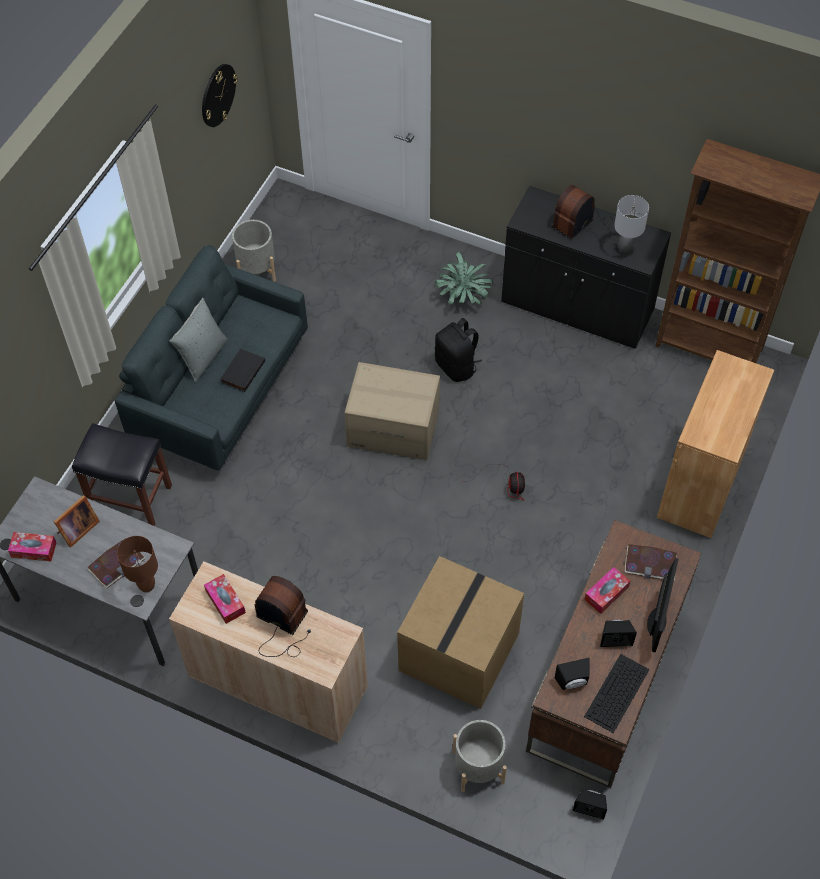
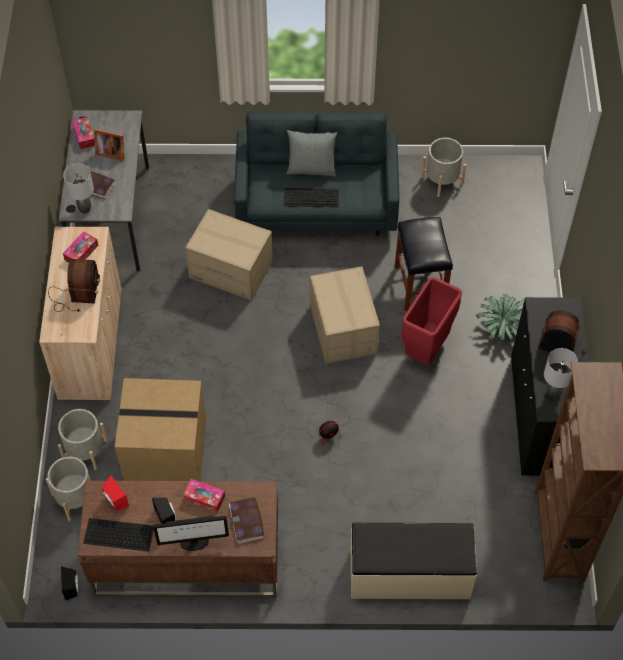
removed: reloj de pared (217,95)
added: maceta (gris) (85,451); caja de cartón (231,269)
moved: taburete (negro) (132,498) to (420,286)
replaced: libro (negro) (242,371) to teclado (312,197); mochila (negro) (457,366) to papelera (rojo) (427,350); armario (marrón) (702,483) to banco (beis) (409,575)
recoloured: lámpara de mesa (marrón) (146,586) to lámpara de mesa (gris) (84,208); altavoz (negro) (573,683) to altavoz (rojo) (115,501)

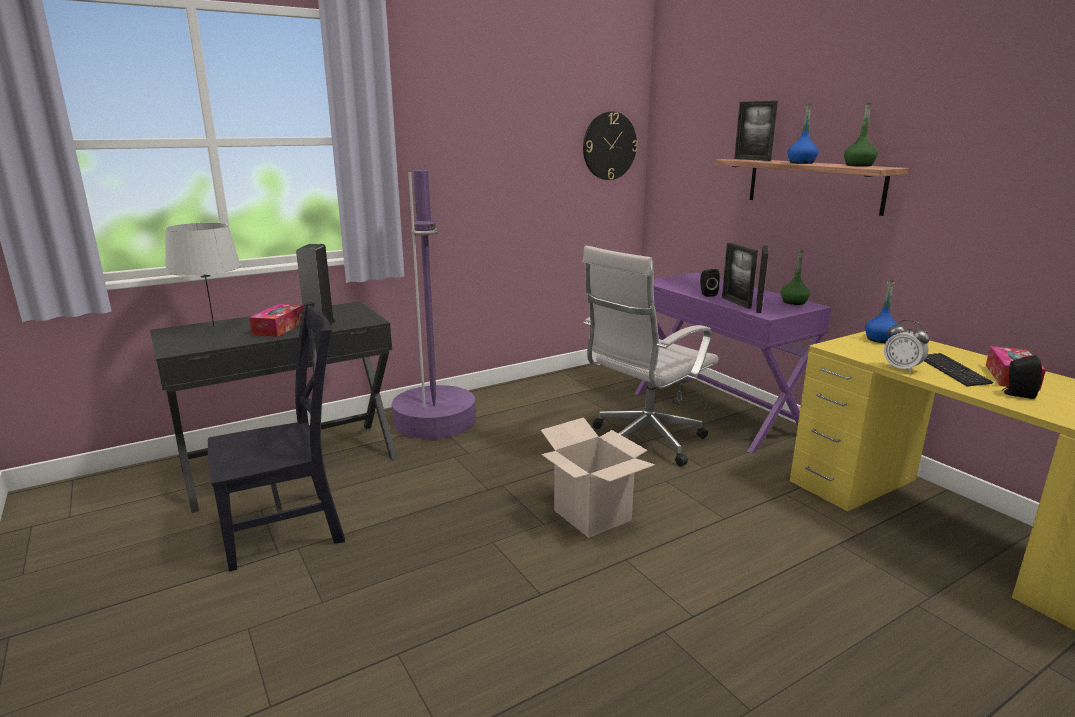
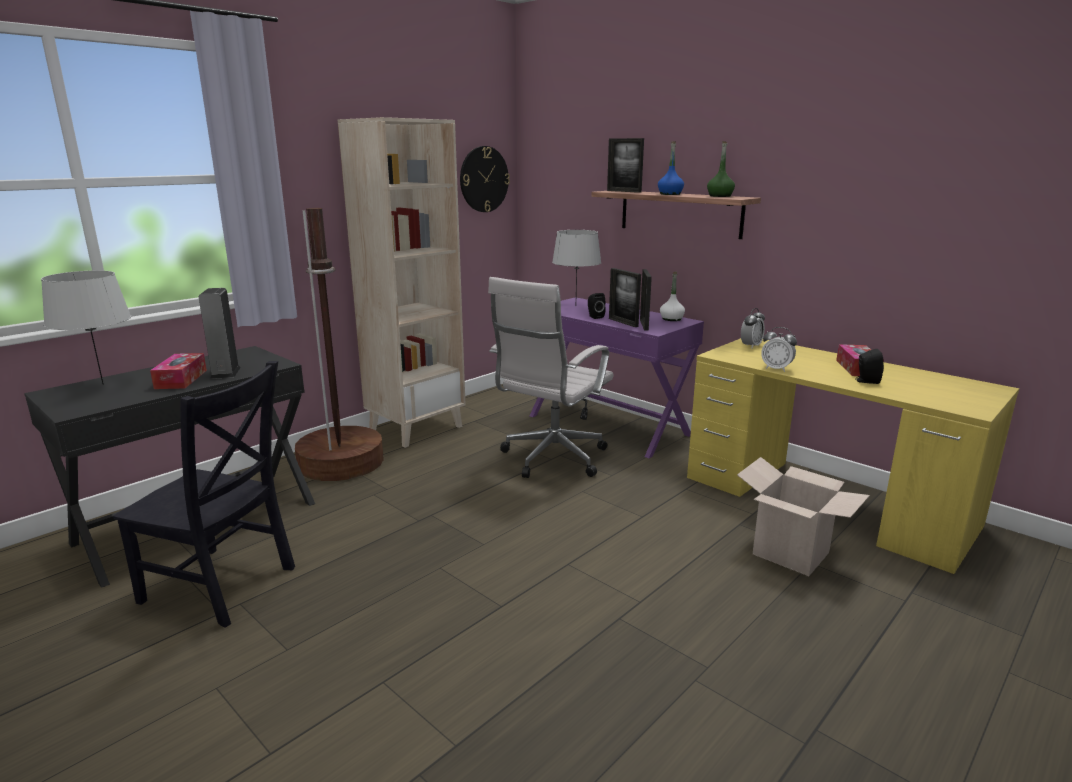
removed: teclado (952,371)
added: estantería (beis) (416,428); lámpara de mesa (gris) (575,306)
moved: caja de cartón (592,515) to (791,553)
replaced: botella (azul) (880,339) to despertador (751,346)
recoloured: lámpara de pie (morado) (435,421) to lámpara de pie (marrón) (341,462); botella (verde) (793,302) to botella (blanco) (671,319)
turned: silla (negro) (289,529) = (223,586) 60 degrees clockwise

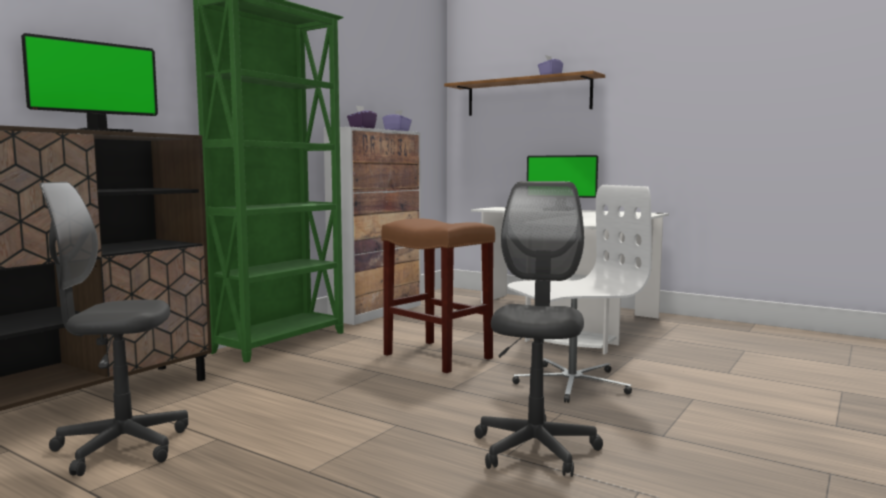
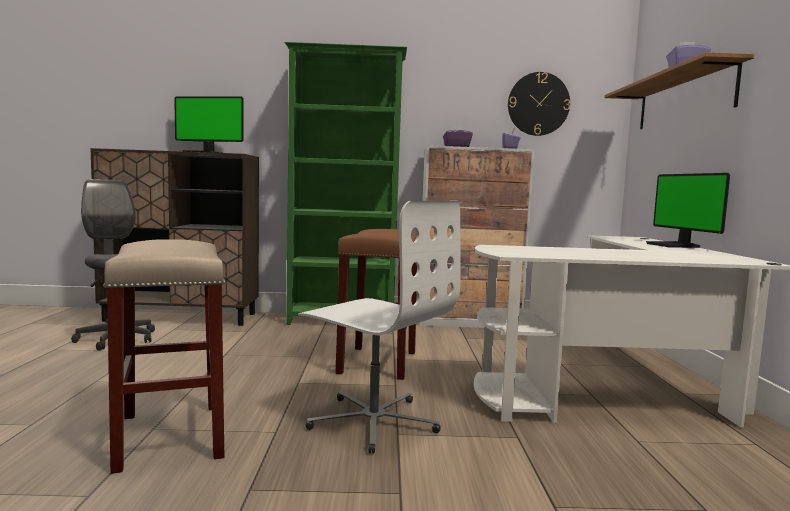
added: reloj de pared (538,104)
replaced: silla de oficina (gris) (535,449) to taburete (beis) (172,436)

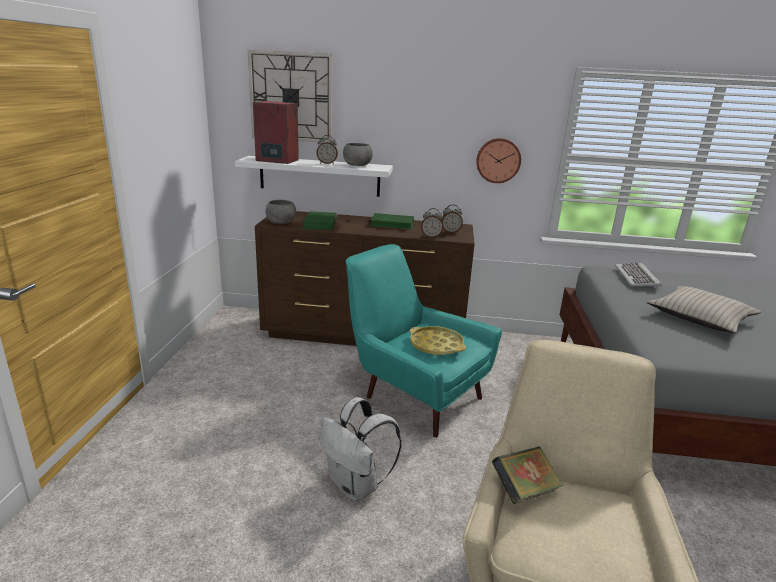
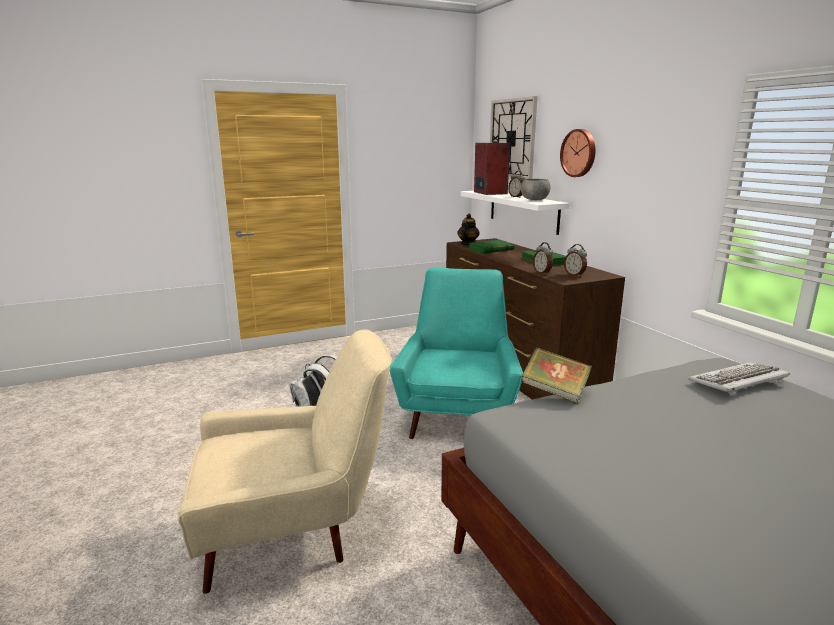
removed: bandeja (amarillo) (436,345); cojín (beis) (700,318)
moved: reloj de pared (498,160) to (579,153); libro (524,490) to (554,392)
replaced: cuenco (gris) (281,222) to tetera (467,244)

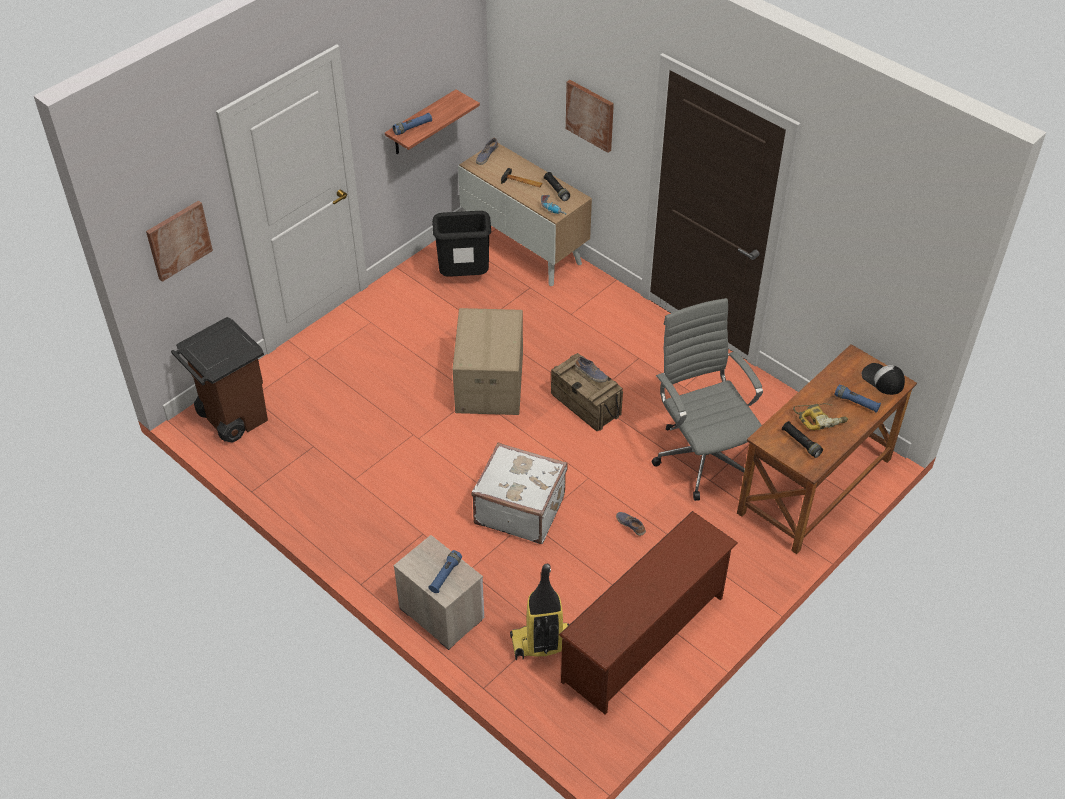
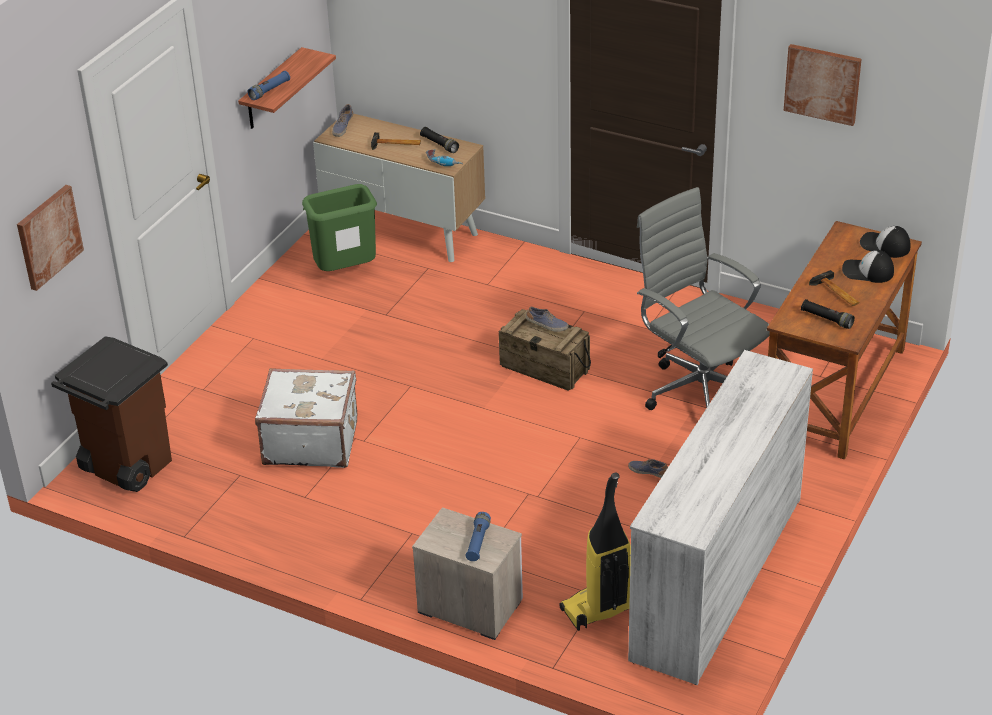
removed: caja de cartón (488,383)
moved: maleta (blanco) (520,508) to (310,441); cuadro (590,115) to (822,83)
replaced: zapatero (marrón) (645,640) to cómoda (blanco) (715,578); taladro (820,418) to martillo (836,293); linterna (azul) (856,403) to gorra (867,271)
recoloured: papelera (negro) (464,277) to papelera (verde) (346,272)

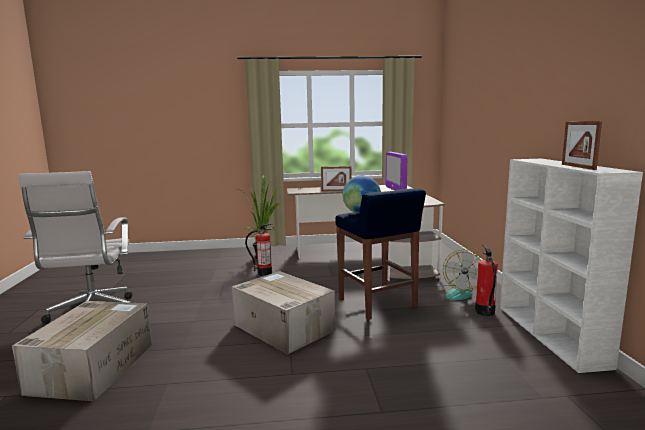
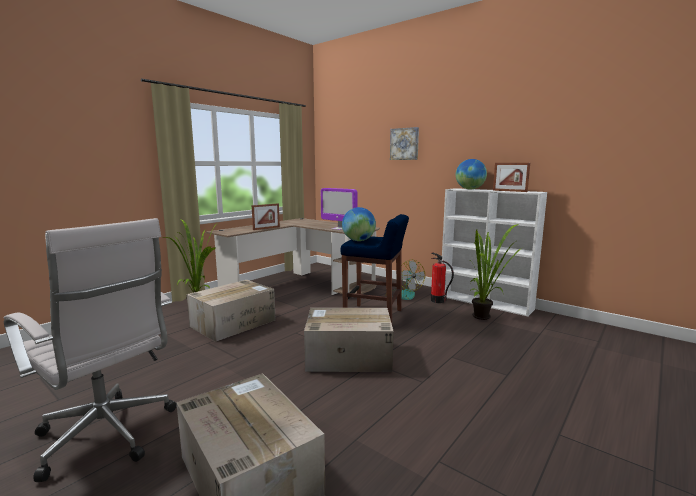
added: cuadro (404,144); globo terráqueo (469,189); planta en maceta (485,317)
replaced: extintor (264,273) to caja de cartón (234,323)

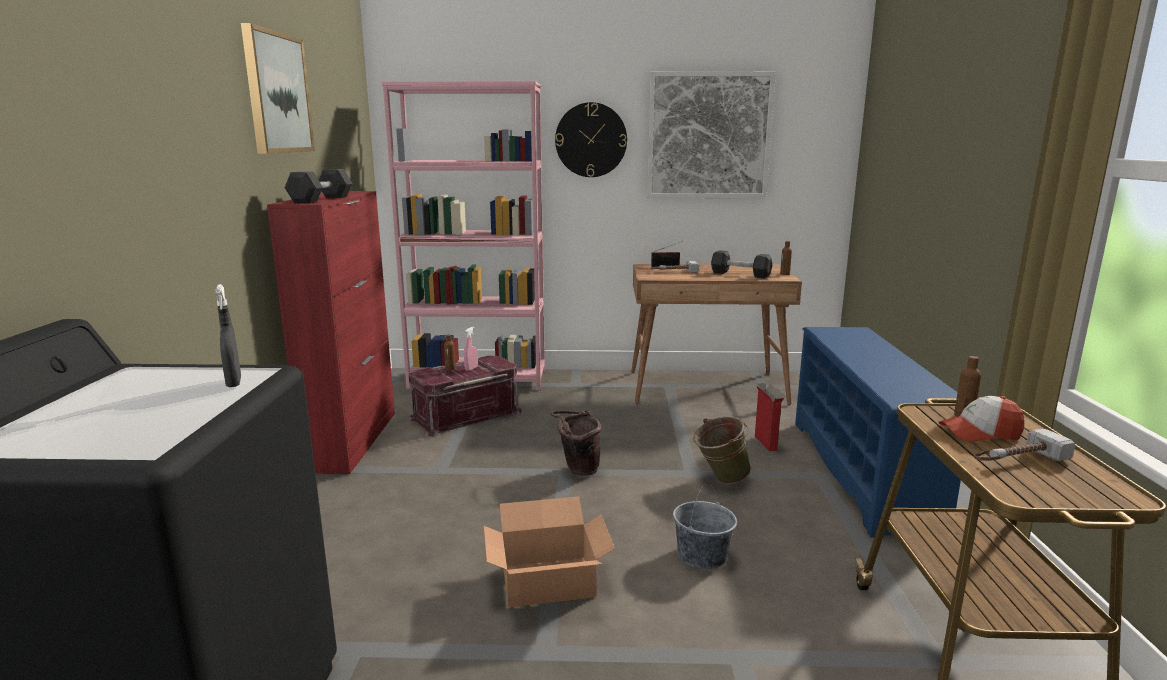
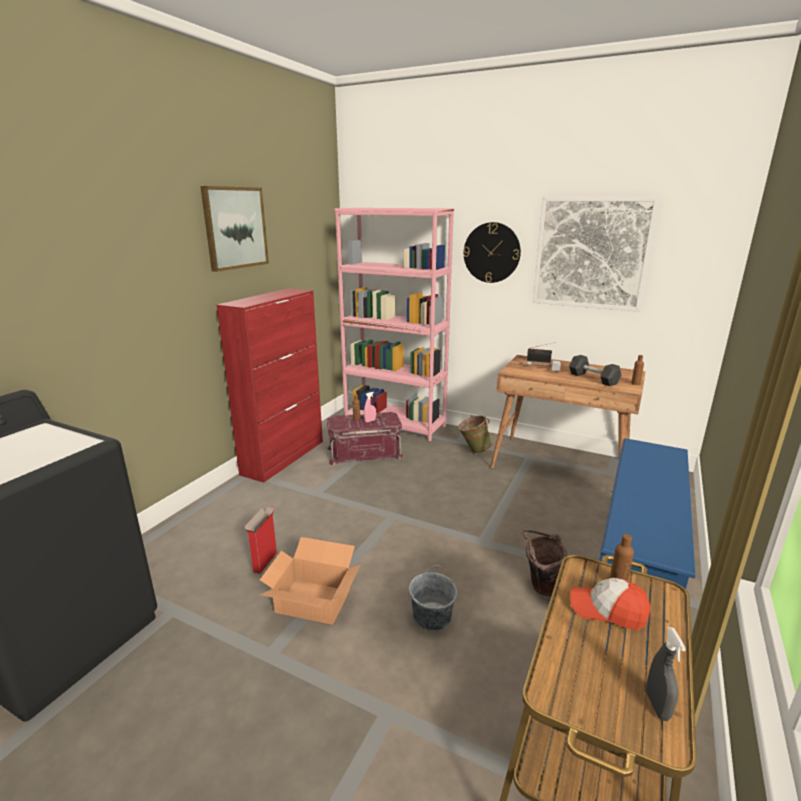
removed: mancuerna (negro) (321,199); martillo (1017,459)
moved: pulverizador (gris) (234,382) to (657,706); cubo (marrón) (577,470) to (540,586); cubo (verde) (720,480) to (473,450); caja de cartón (766,443) to (265,562)

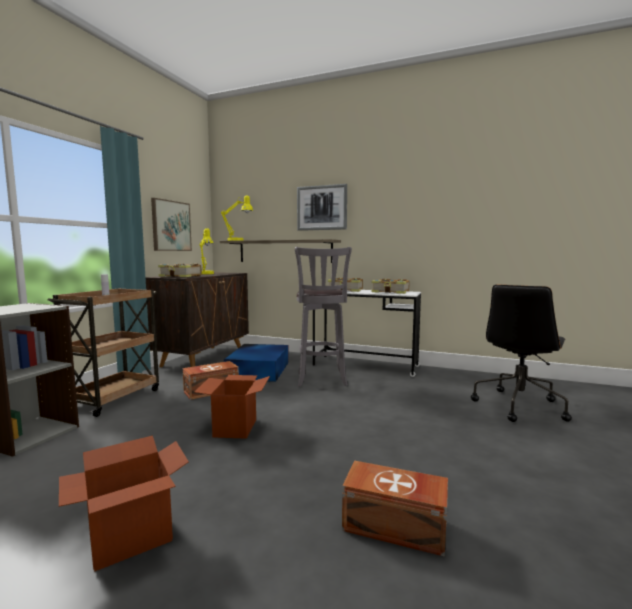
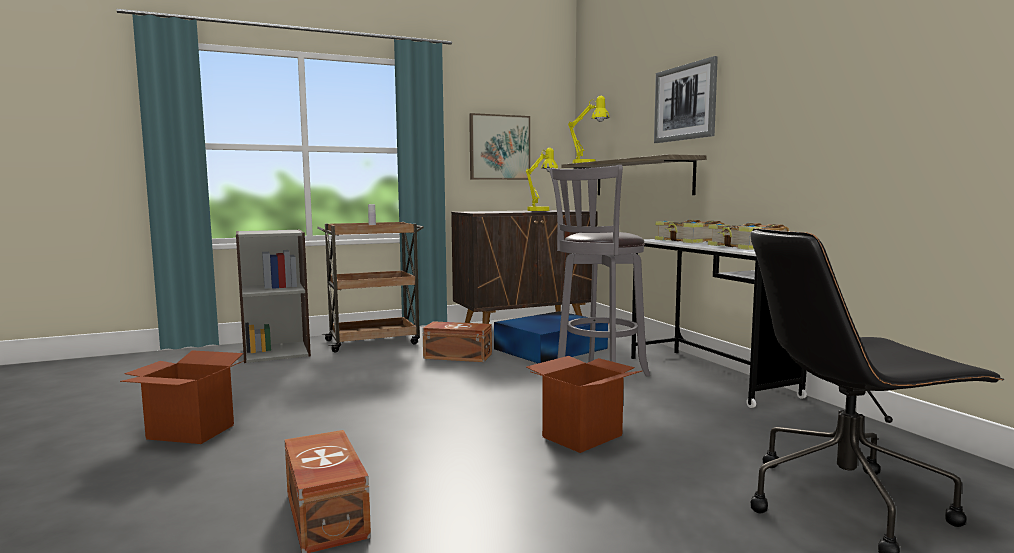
removed: libro (181,276)
moved: caja de cartón (235,428) to (582,436)

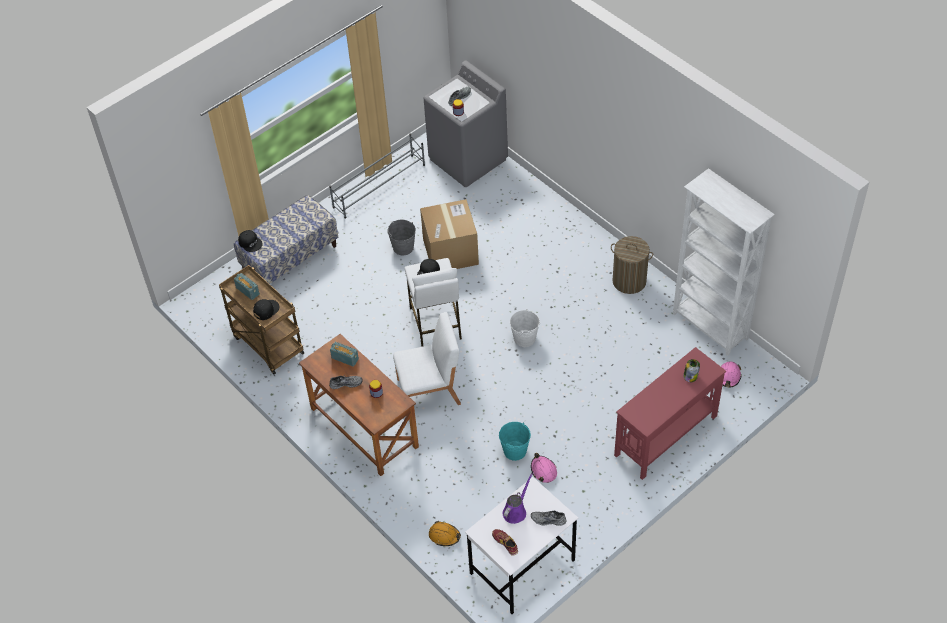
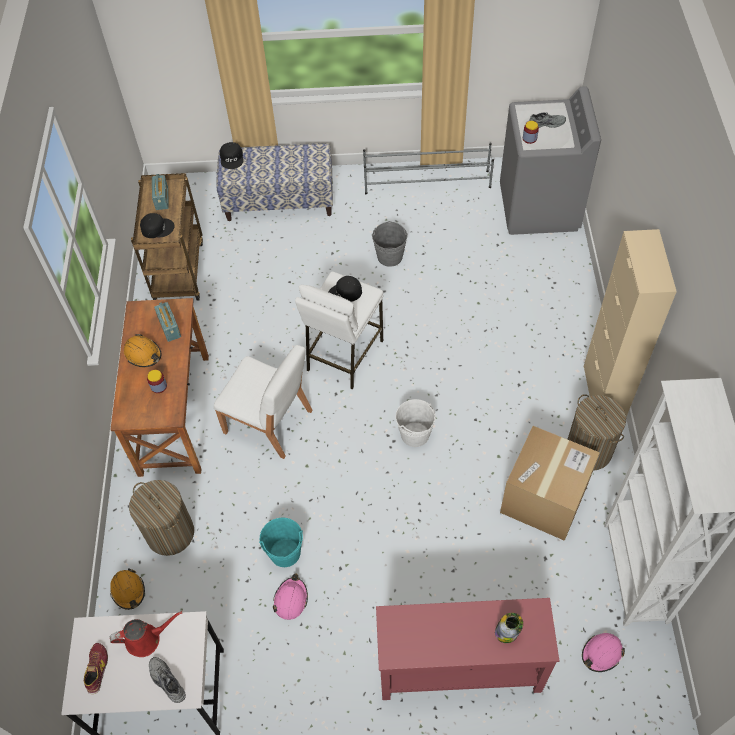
added: cesto de la ropa (170,533); armario (beis) (603,393)
moved: caja de cartón (450,251) to (544,498)
replaced: zapato (gris) (346,383) to casco (naranja) (143,354)
recoloured: regadera (morado) (516,511) to regadera (rojo) (146,639)

